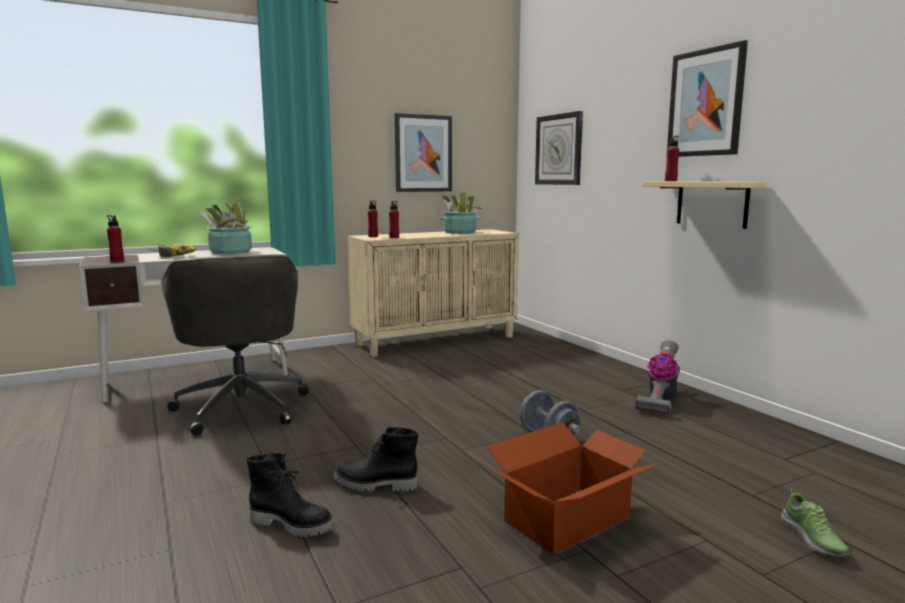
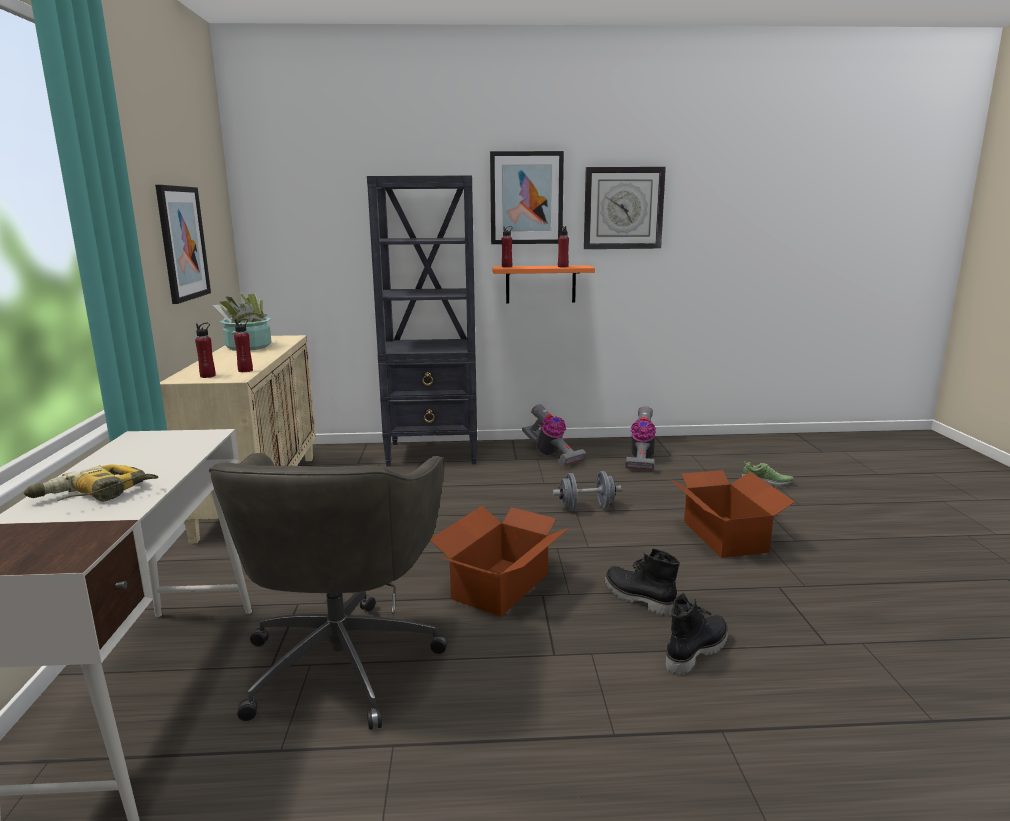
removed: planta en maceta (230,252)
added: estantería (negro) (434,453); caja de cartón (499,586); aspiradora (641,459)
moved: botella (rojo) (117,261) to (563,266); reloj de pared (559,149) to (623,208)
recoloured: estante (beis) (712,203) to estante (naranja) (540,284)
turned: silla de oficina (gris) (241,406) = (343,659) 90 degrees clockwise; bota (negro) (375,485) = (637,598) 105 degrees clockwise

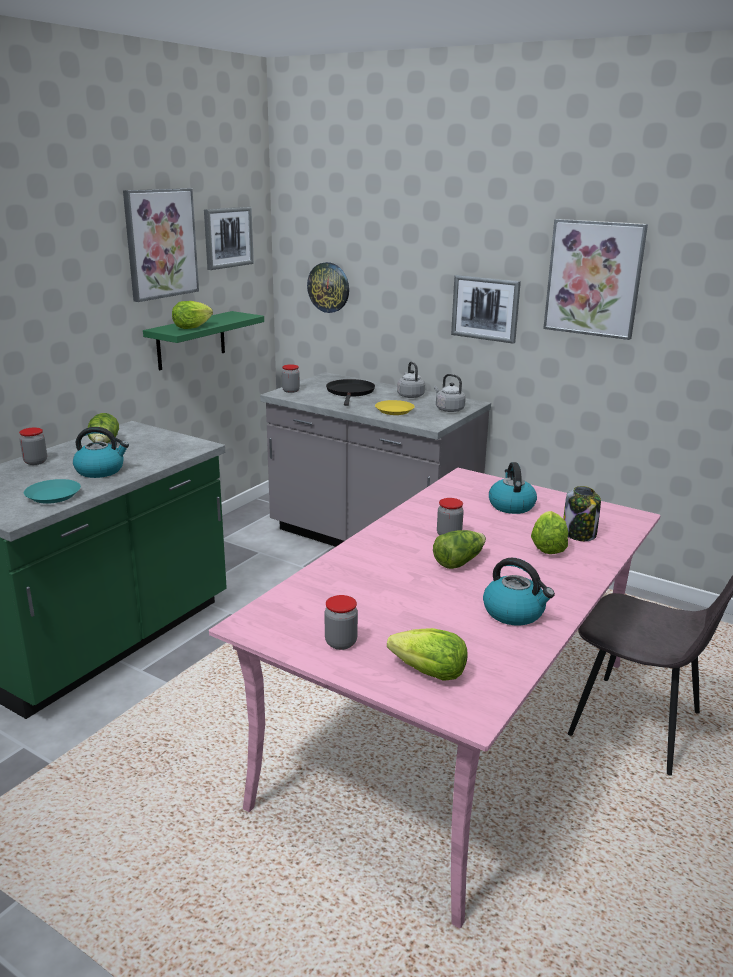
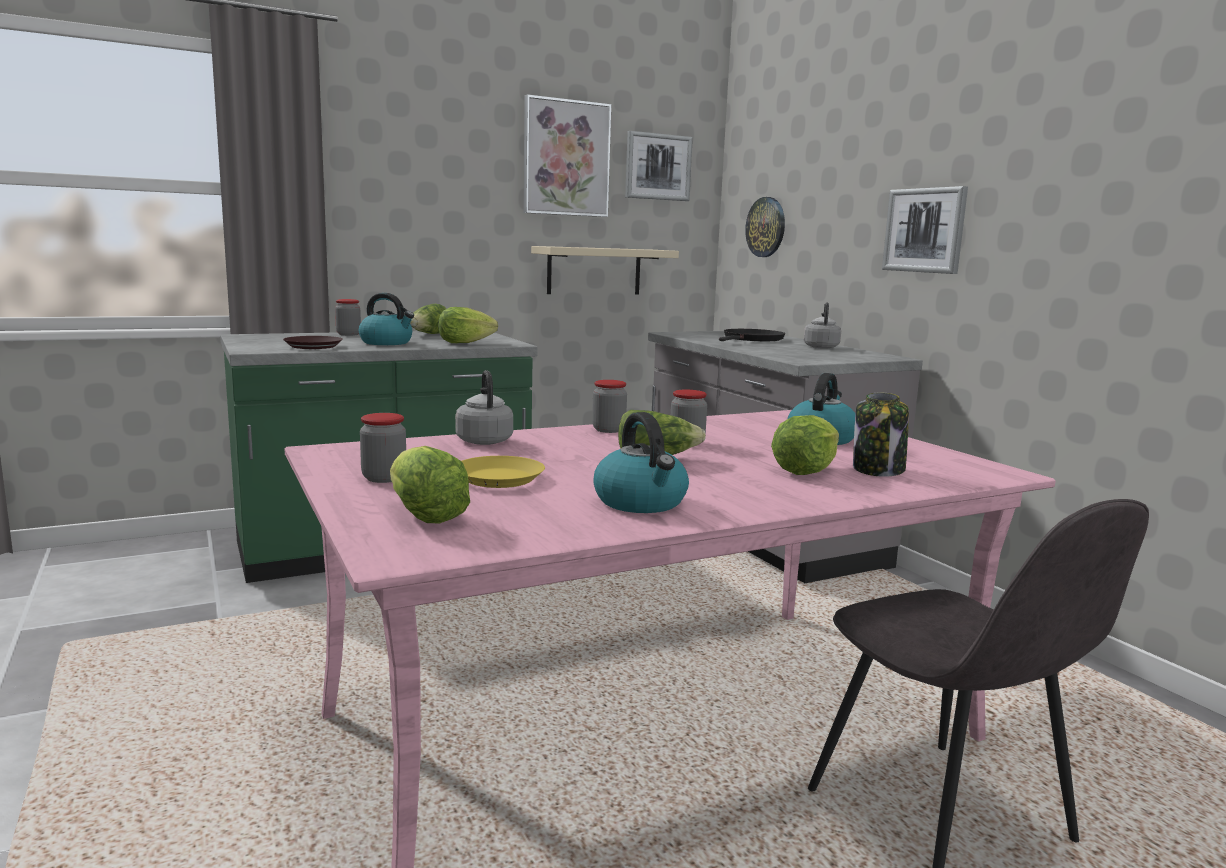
removed: cuadro (594,278)
moved: lechuga (191,327) to (464,343); tarro (291,391) to (608,430); plato (amarillo) (394,410) to (500,478); hervidor (gris) (448,409) to (484,440)
recoloured: plato (turquesa) (53,496) to plato (marrón) (313,346); estante (verde) (191,340) to estante (beis) (594,271)

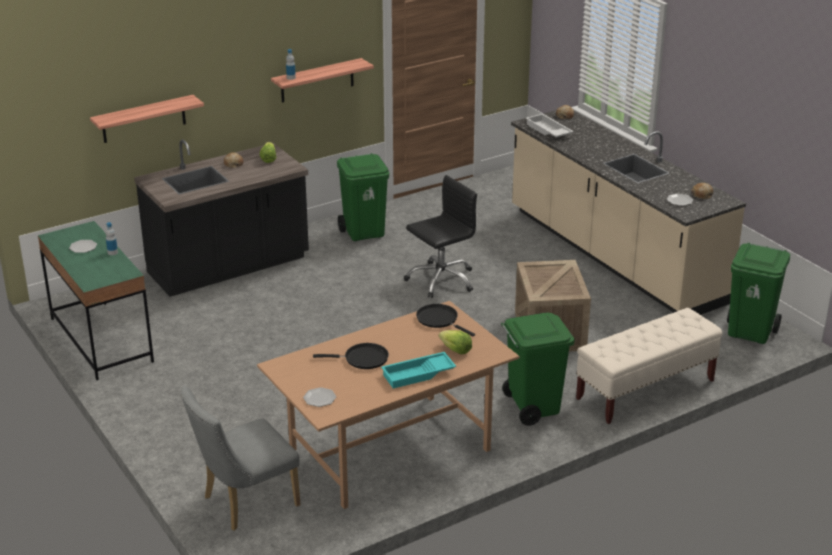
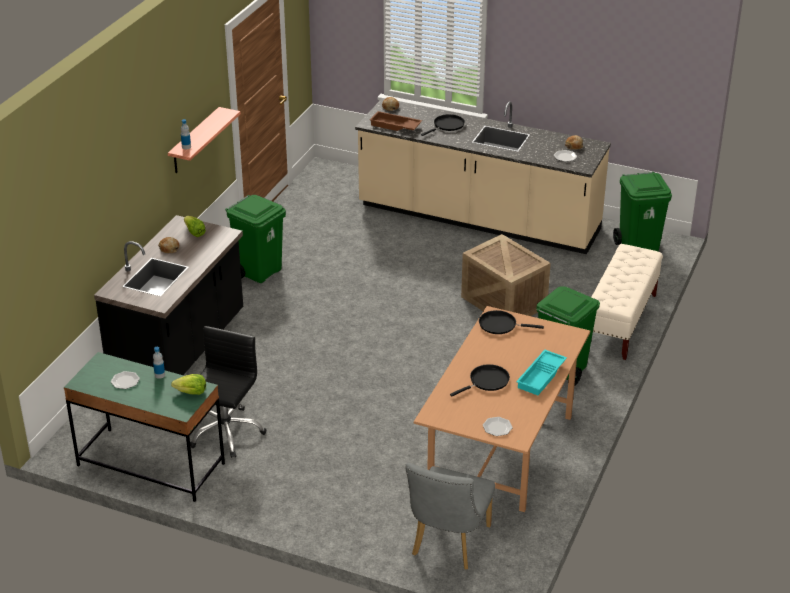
removed: estante (143,119)
added: sartén (negro) (447,126)
moved: silla de oficina (negro) (441,280) to (225,432); lechuga (455,350) to (191,392)
recoloured: bandeja (blanco) (547,131) to bandeja (marrón) (395,126)

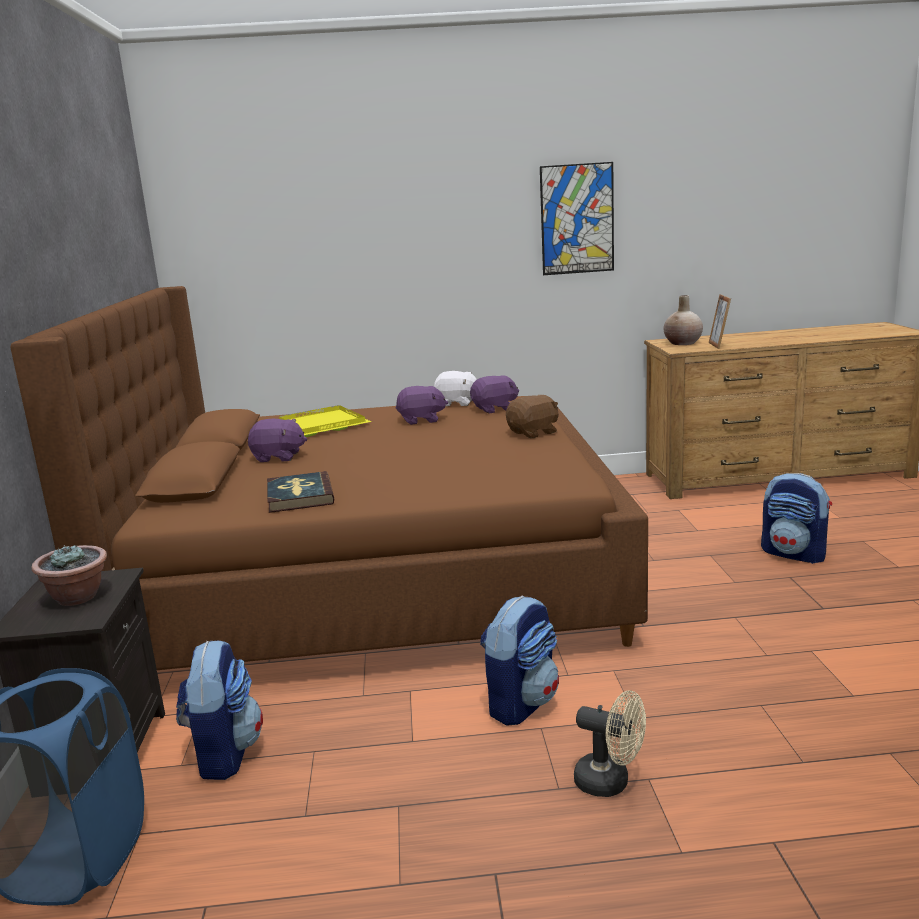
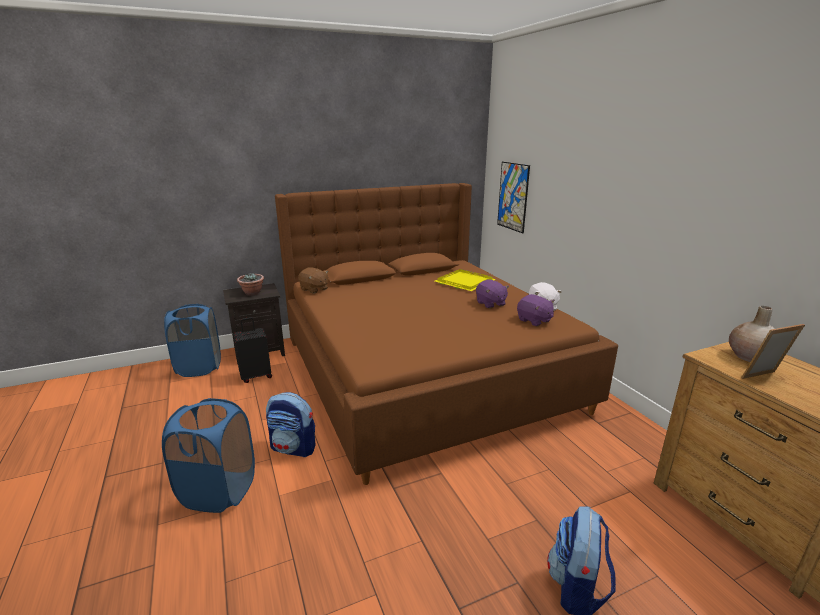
removed: peluche (morado) (278,457); libro (299,496)
moved: peluche (marrón) (534,433) to (314,289); cuadro (577,219) to (513,196)
replaced: mochila (224,754) to maleta (negro) (256,376); ventilador (beis) (610,782) to cesto de la ropa (azul) (219,491)

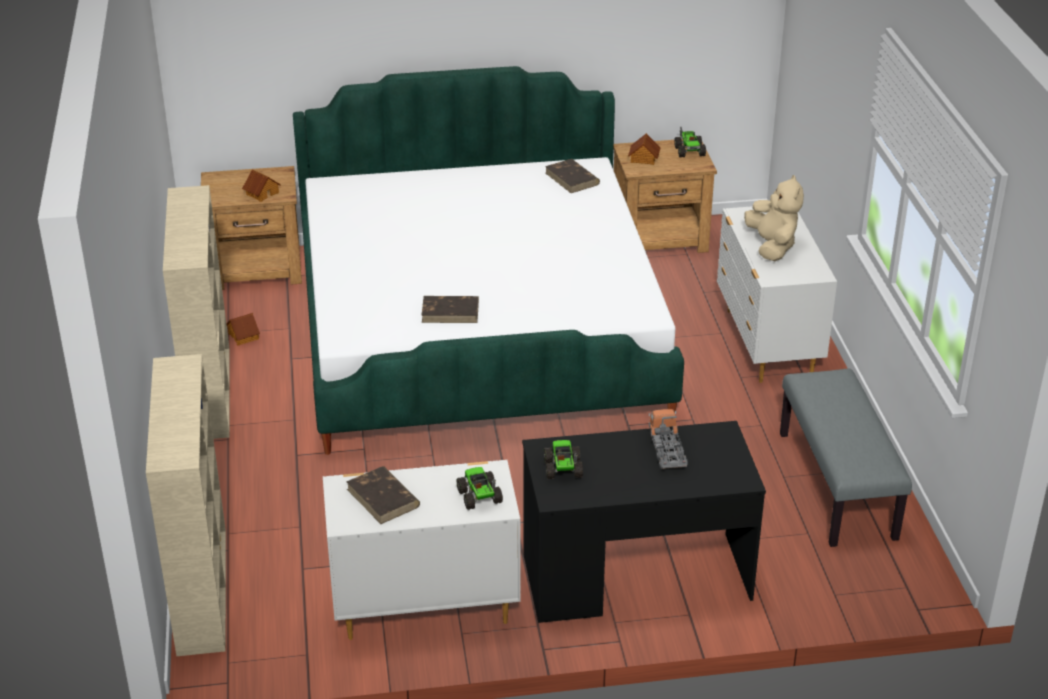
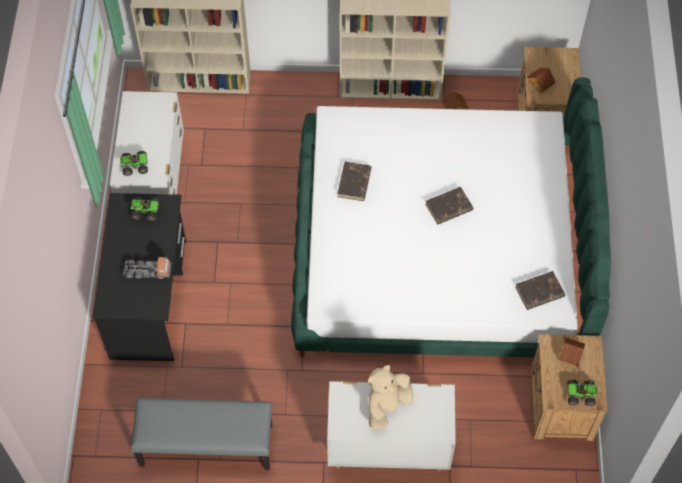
moved: libro (marrón) (383,498) to (448,207)
turned: peluche (beis) (772,246) = (387,405) 135 degrees clockwise

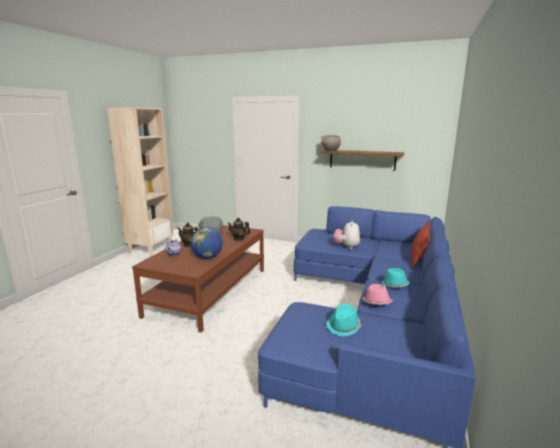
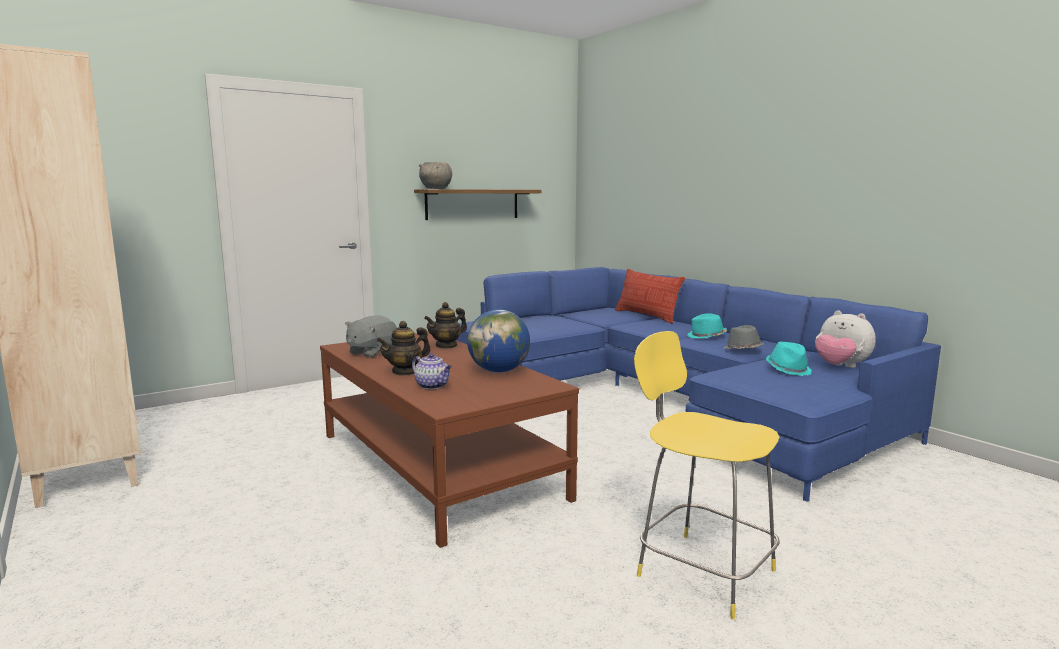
added: taburete (amarillo) (701,571)
moved: peluche (346,247) to (840,367)
recoloured: sombrero (rosa) (376,303) to sombrero (gris) (742,350)

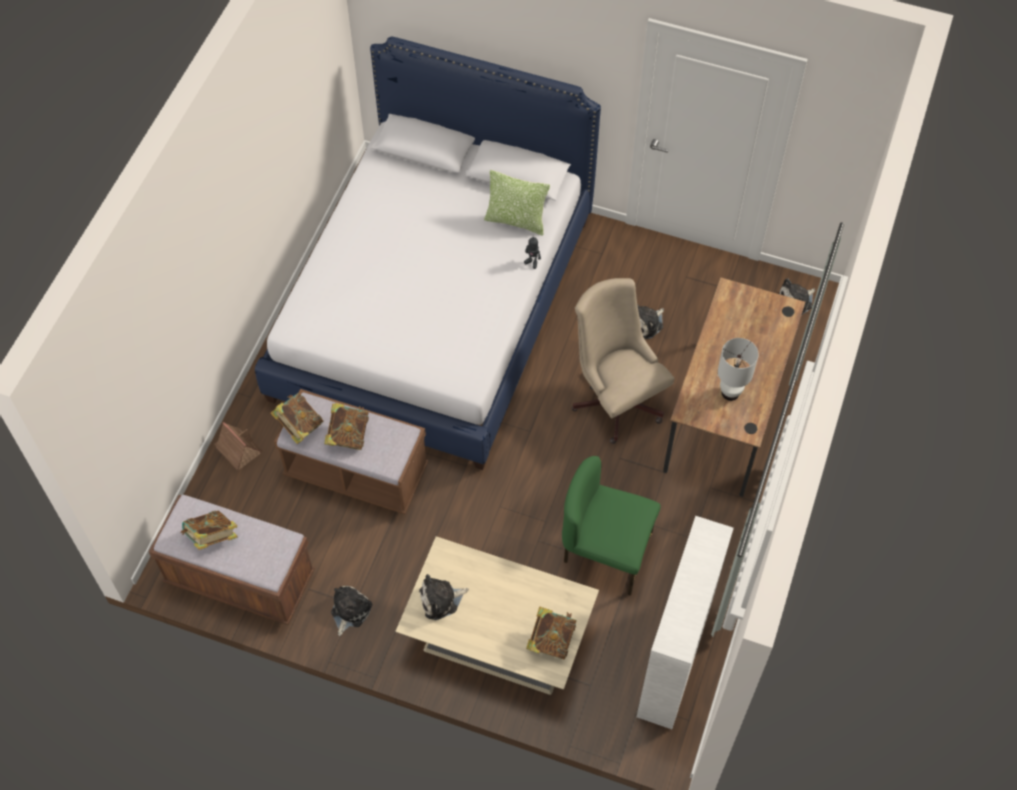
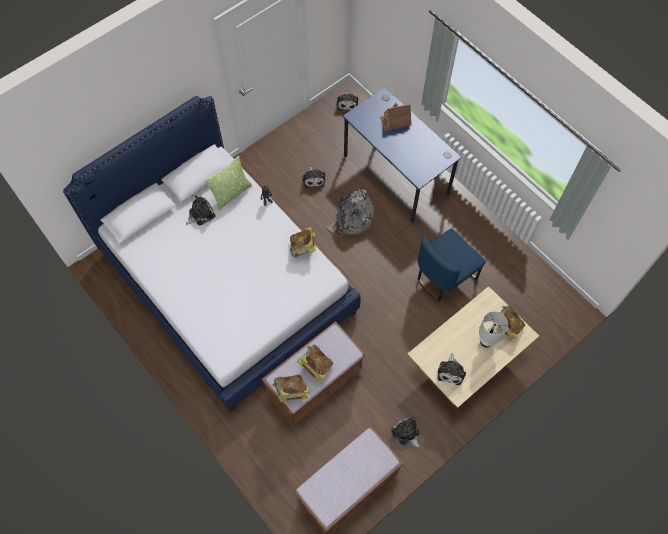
removed: estantería (blanco) (674,661)
added: peluche (200,214)
moved: libro (211,538) to (303,248); casita (238,449) to (395,121); lámpara de mesa (blanco) (730,393) to (486,342)
replaced: silla de oficina (beis) (615,398) to mochila (gris) (351,220)
recoloured: silla (verde) (606,551) to silla (azul) (444,276); escritorio (marrón) (725,415) to escritorio (azul) (396,174)

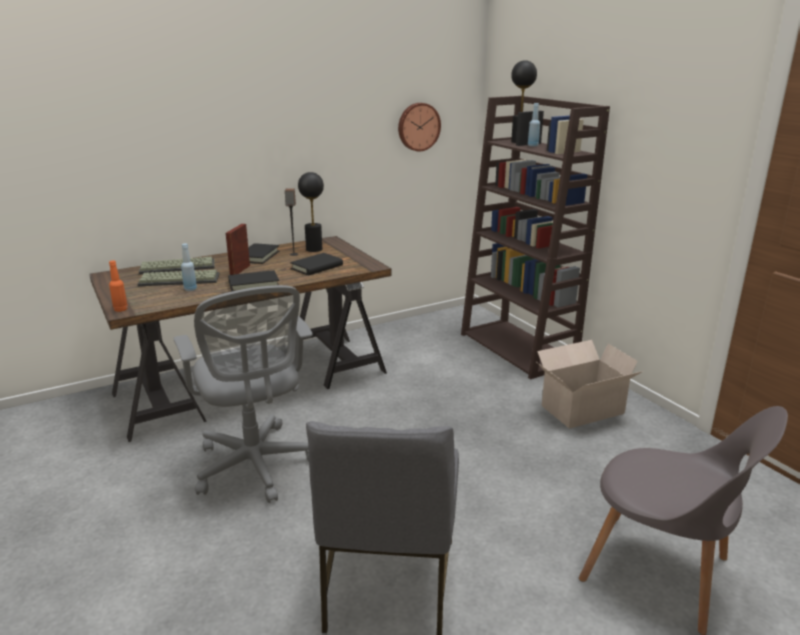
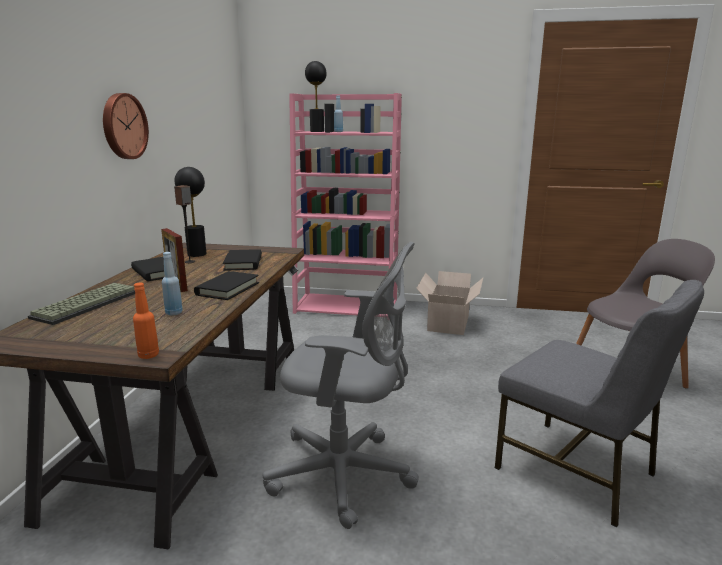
removed: teclado (180,279)
moved: reloj de pared (418,126) to (123,126)
recoloured: estantería (marrón) (518,349) to estantería (rosa) (347,307)

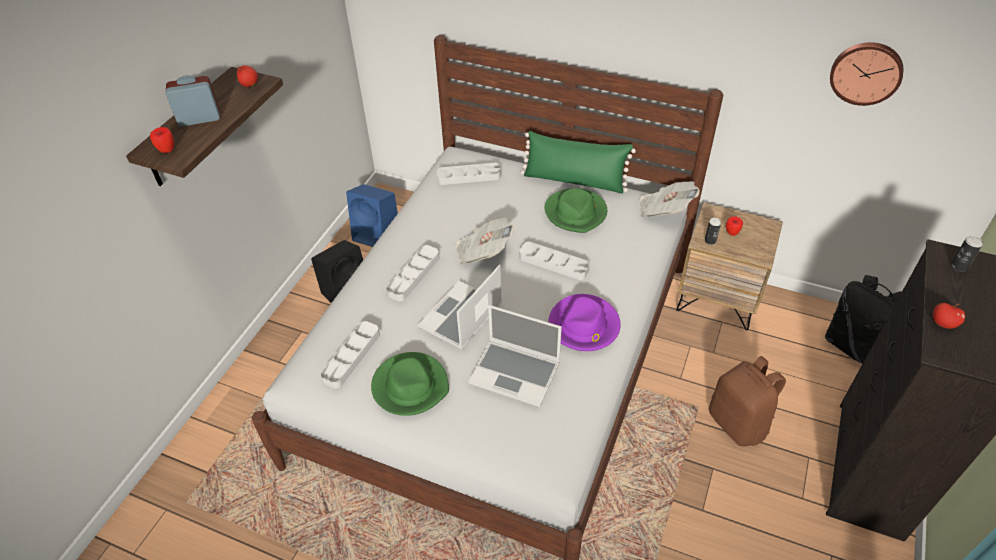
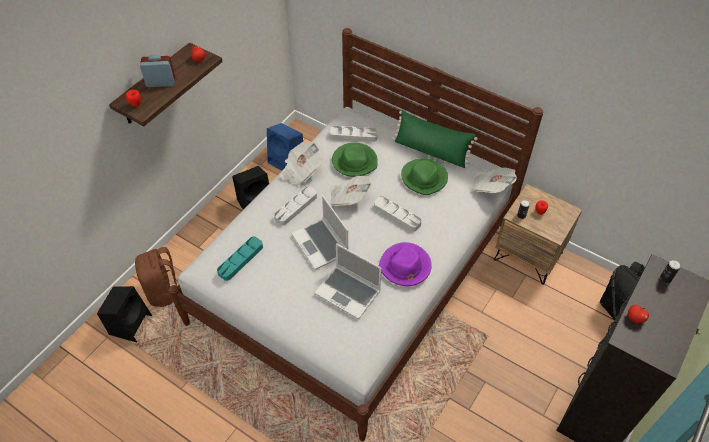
removed: reloj de pared (866,72)
added: altavoz (negro) (131,324); periódico (301,171)
moved: sombrero (verde) (410,386) to (354,161); mochila (marrón) (739,423) to (164,291)
recoloured: bandeja (gris) (351,357) to bandeja (turquesa) (240,260)
turned: portátil (461,317) = (321,245) 75 degrees counterclockwise

